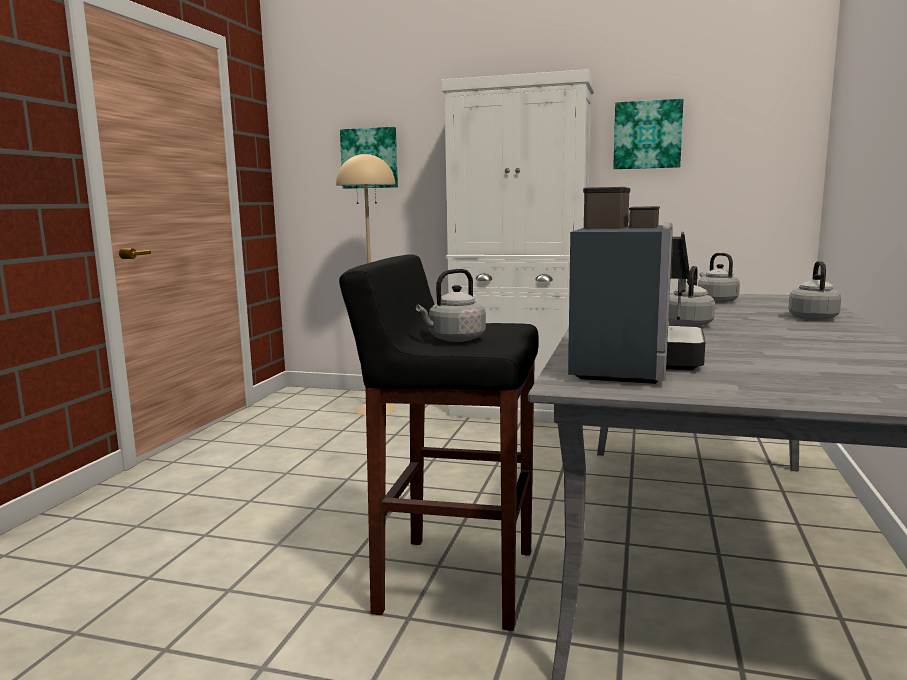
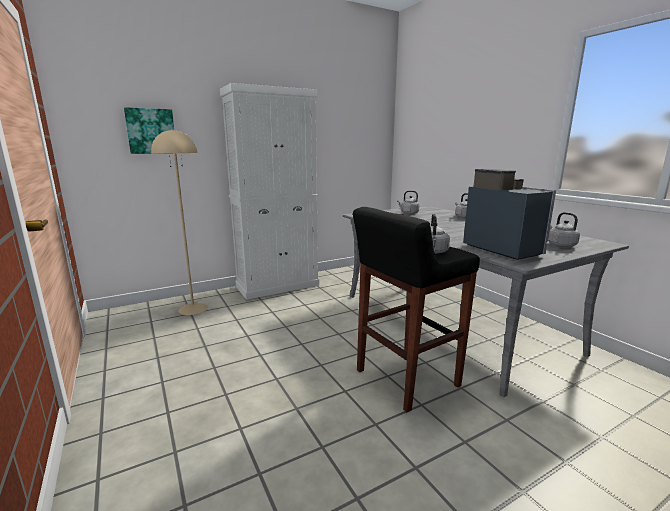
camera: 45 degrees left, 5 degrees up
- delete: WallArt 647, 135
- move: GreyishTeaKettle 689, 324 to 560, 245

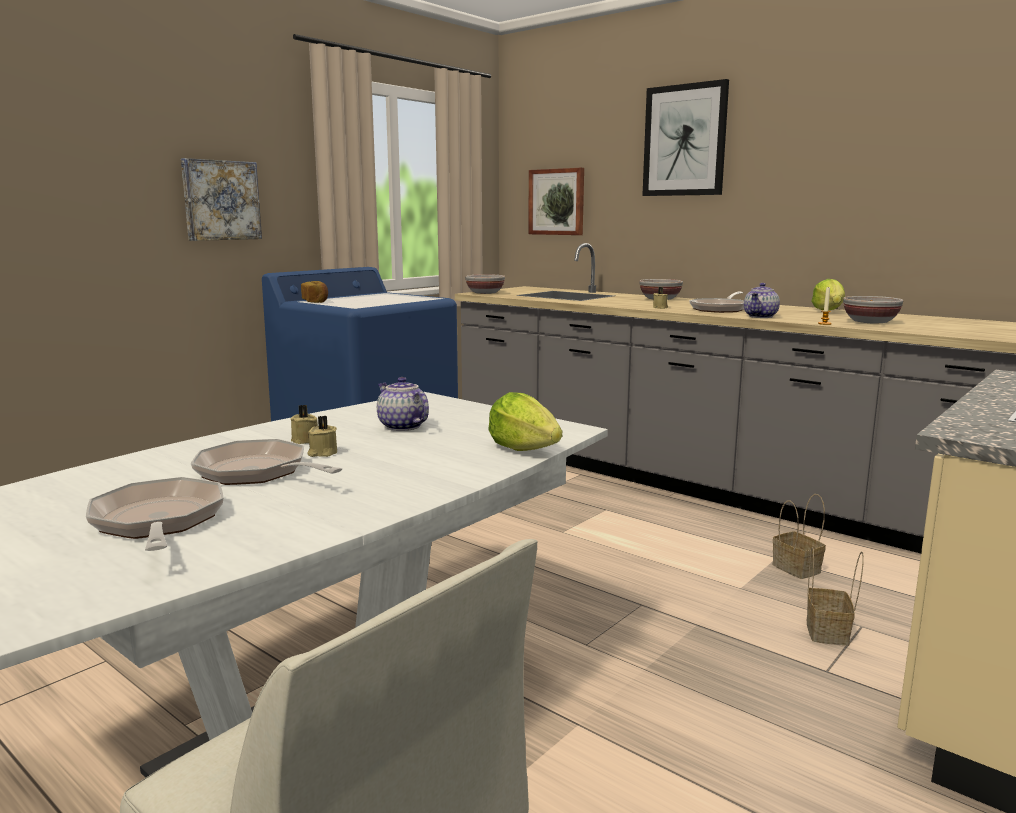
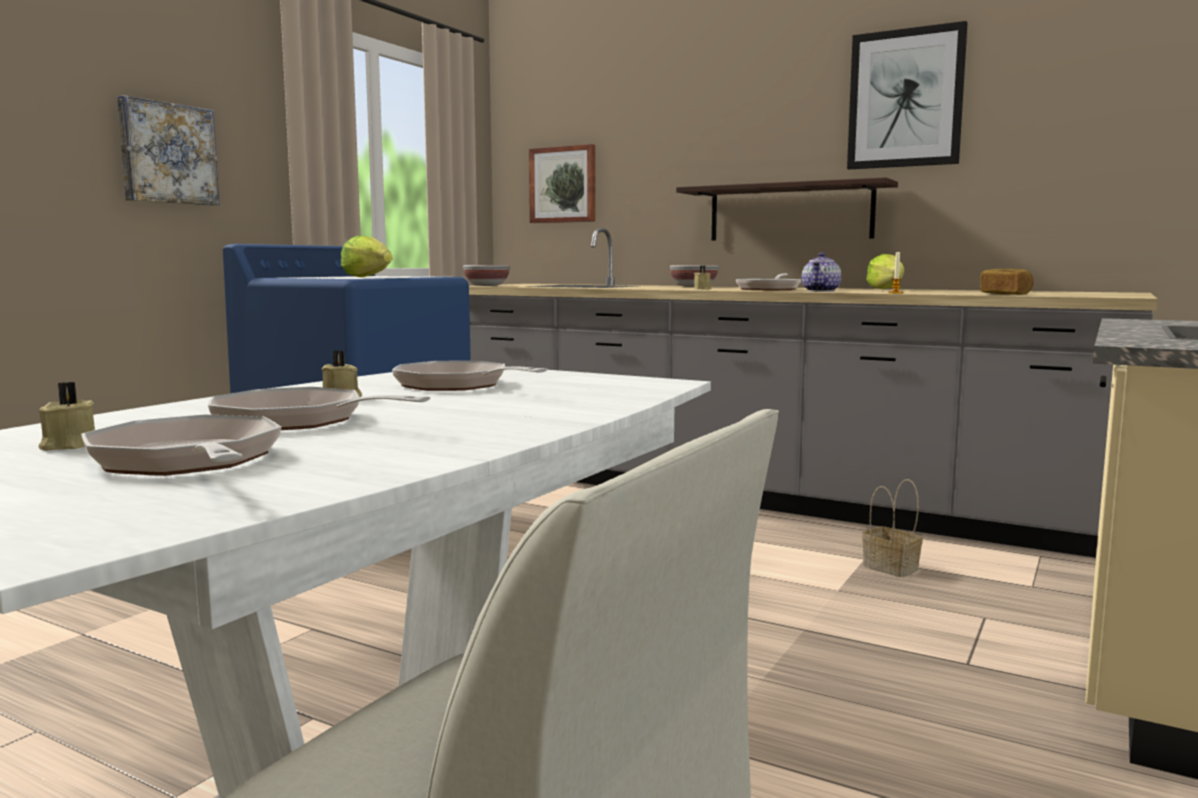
camera: 10 degrees left, 5 degrees down
- move: WallArt 685, 140 to 905, 99
- move: Bread 316, 301 to 1005, 294
- delete: Bowl 870, 322
- replace: TeaPot 401, 426 to Pan 458, 385
- move: Lettuce 524, 449 to 368, 277
- move: BeigeColouredWaxLight 322, 453 to 68, 446
- delete: HouseholdBasket 828, 633
- insert: WallShelf 790, 213

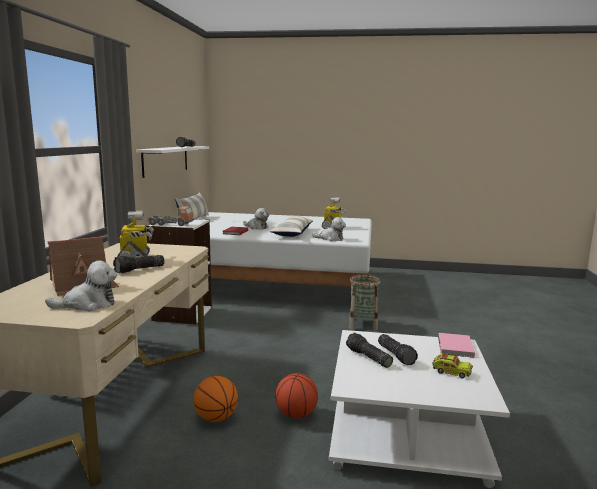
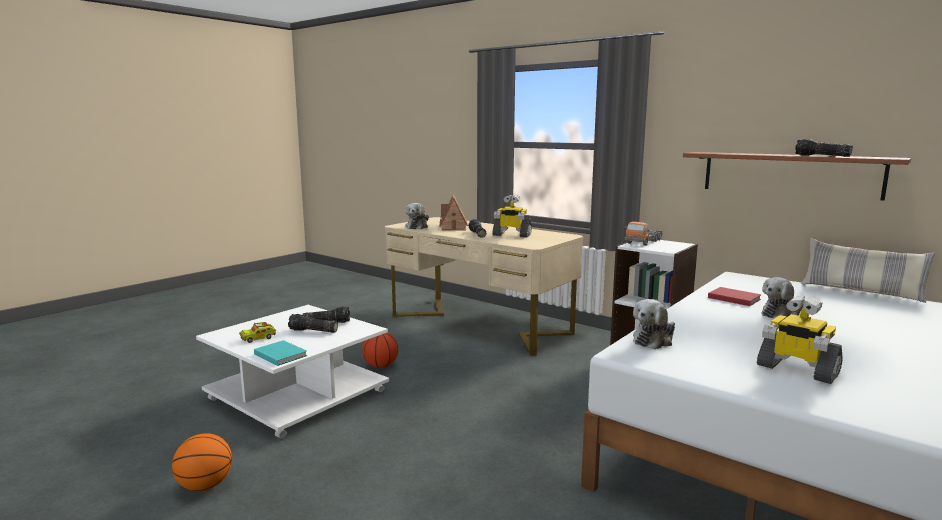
camera: 120 degrees right, 0 degrees up
- recolor: WhiteWallShelf 166, 160 to BrownishWallShelf 789, 174
- delete: ThrowPillow 292, 233
- delete: HouseholdBasket 363, 324
- recolor: PinkishVolume 454, 347 to BlueGreenVolume 280, 354
- move: BasketballBall 216, 418 to 205, 486

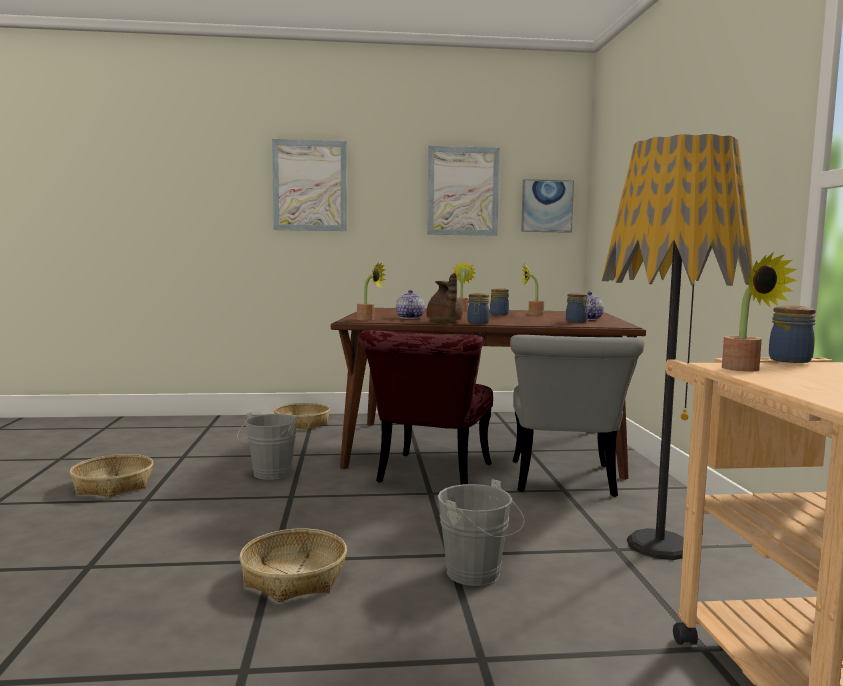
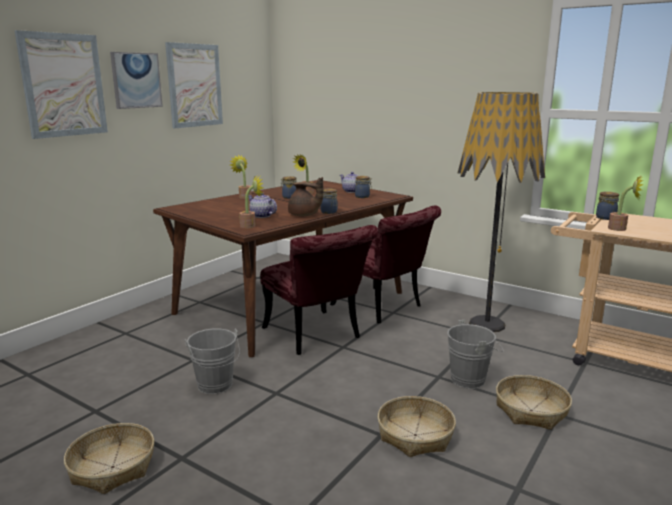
camera: 50 degrees left, 10 degrees up
- move: WallArt 546, 206 to 136, 80
- recolor: GreyishUprightChair 564, 483 to RedUprightChair 383, 308
- move: HouseholdBasket 302, 423 to 531, 410

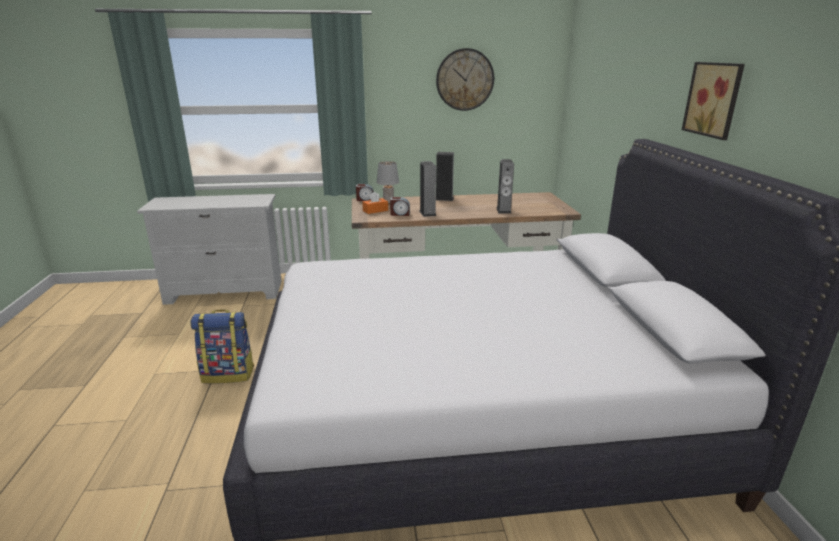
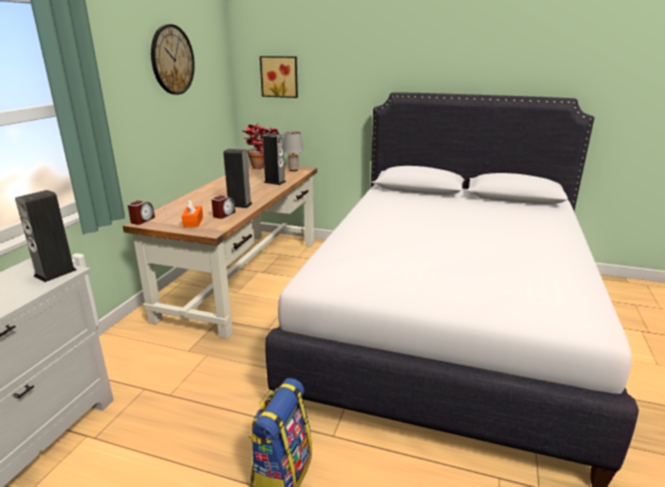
camera: 65 degrees left, 0 degrees up
- move: WallArt 715, 99 to 280, 76
- move: Loudspeaker 444, 198 to 55, 273
- move: GreyishLampForATable 388, 203 to 293, 170
- insert: PlantInAPot 262, 168

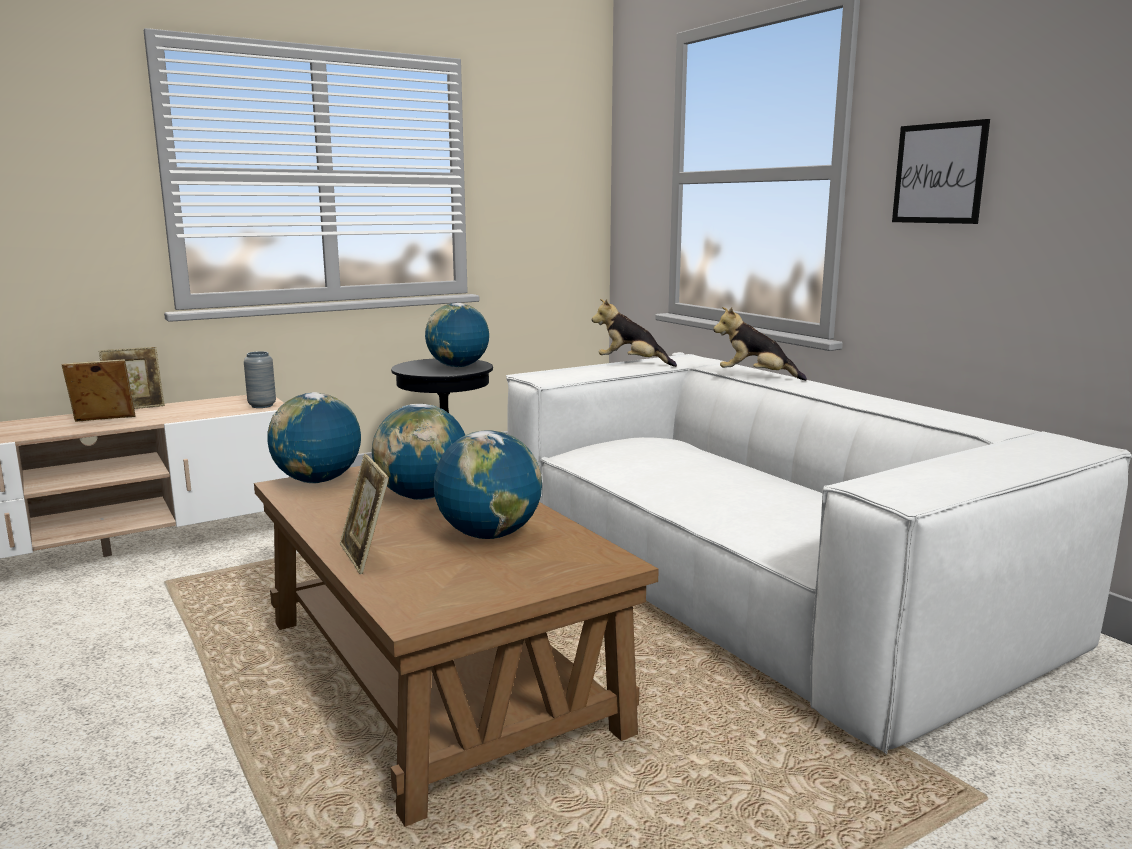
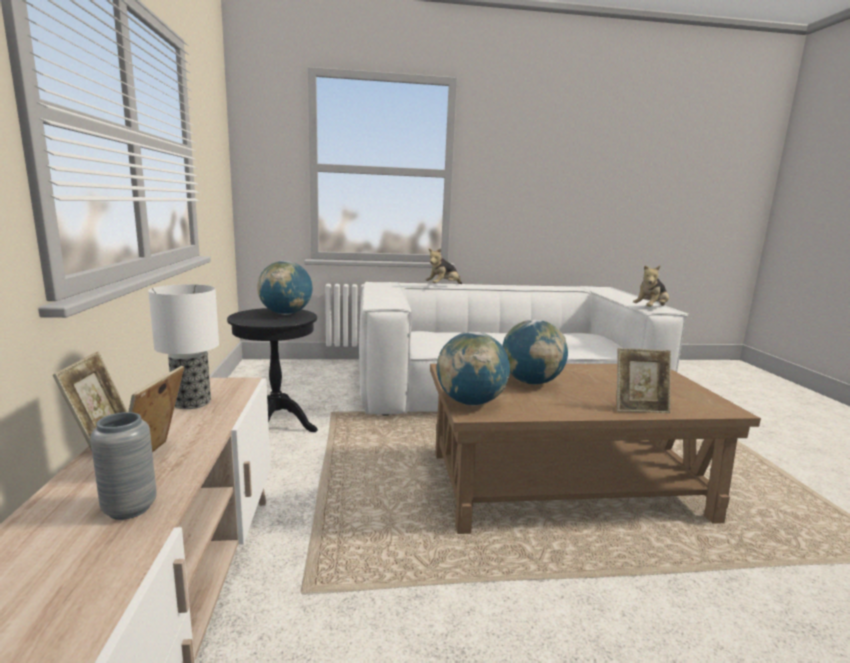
camera: 65 degrees left, 0 degrees up
- delete: WallArt 939, 173
- move: PlushToy 631, 364 to 650, 309
- move: GreyishFlowerVase 262, 406 to 130, 508
- delete: DeskGlobe 489, 535
- insert: LampForATable 193, 402

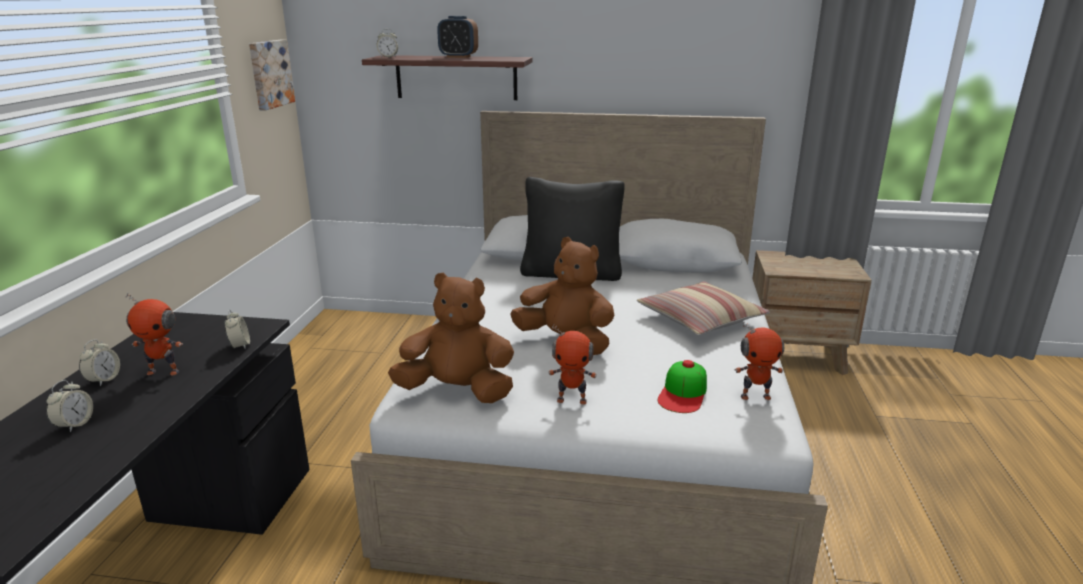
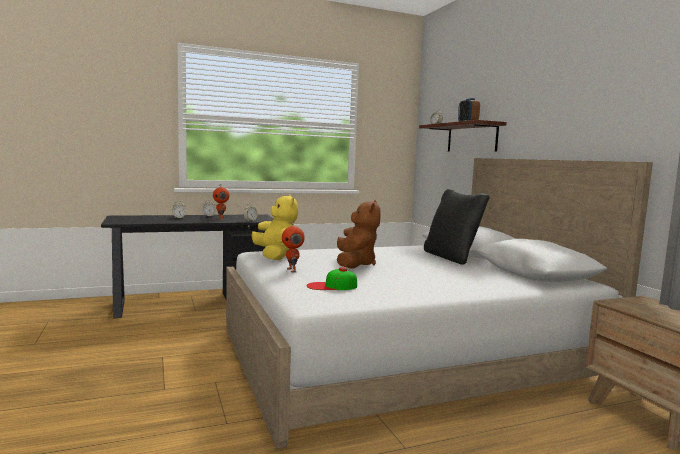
camera: 60 degrees right, 15 degrees down
- delete: WallArt 269, 74
- recolor: BrownishPlushToy 457, 391 to YellowishPlushToy 275, 256
- delete: ThrowPillow 700, 319
- delete: ModelRobot 755, 396

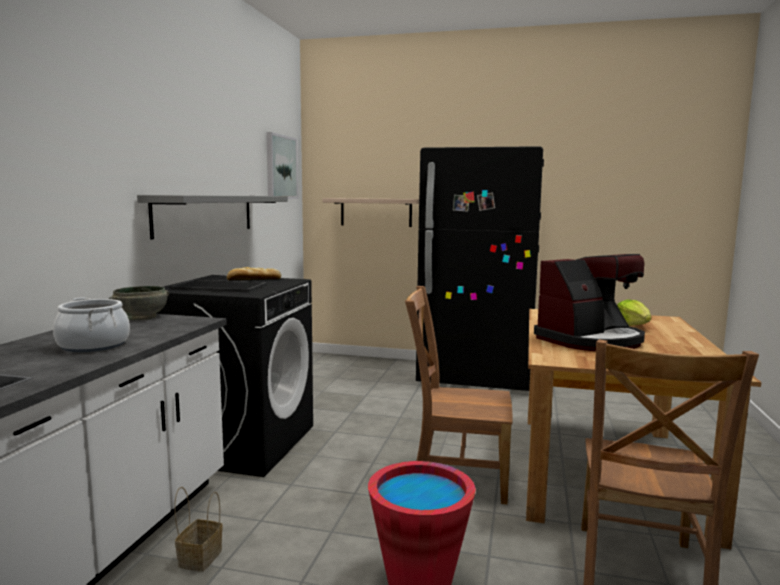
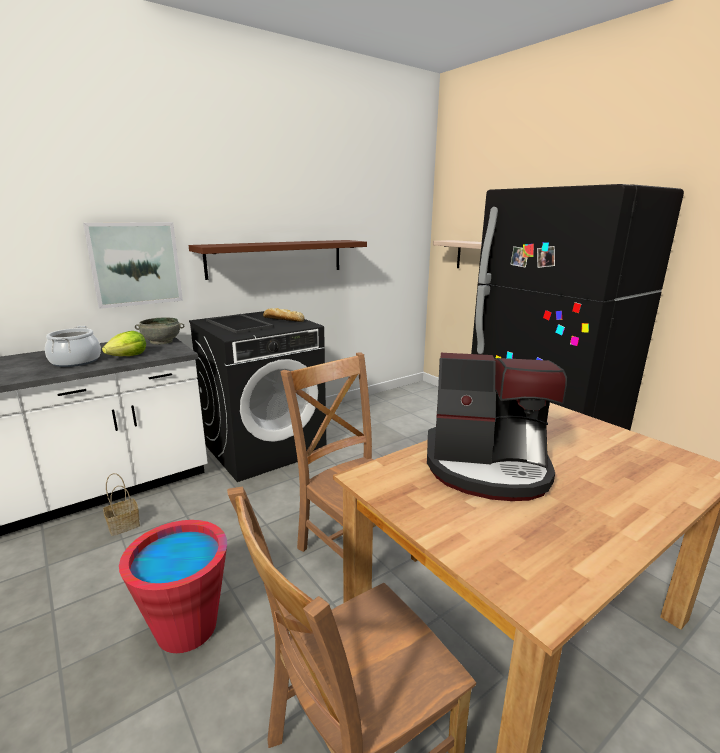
camera: 40 degrees right, 10 degrees up
- move: WallArt 281, 167 to 135, 264
- recolor: GreyishWallShelf 206, 214 to BrownishWallShelf 277, 258
- move: Lettuce 632, 325 to 128, 356

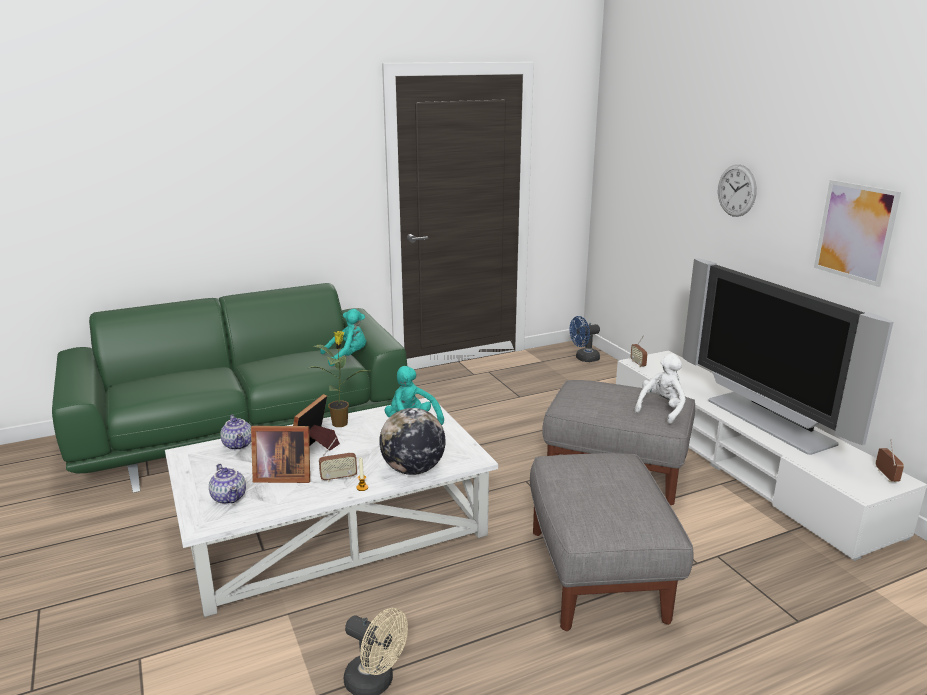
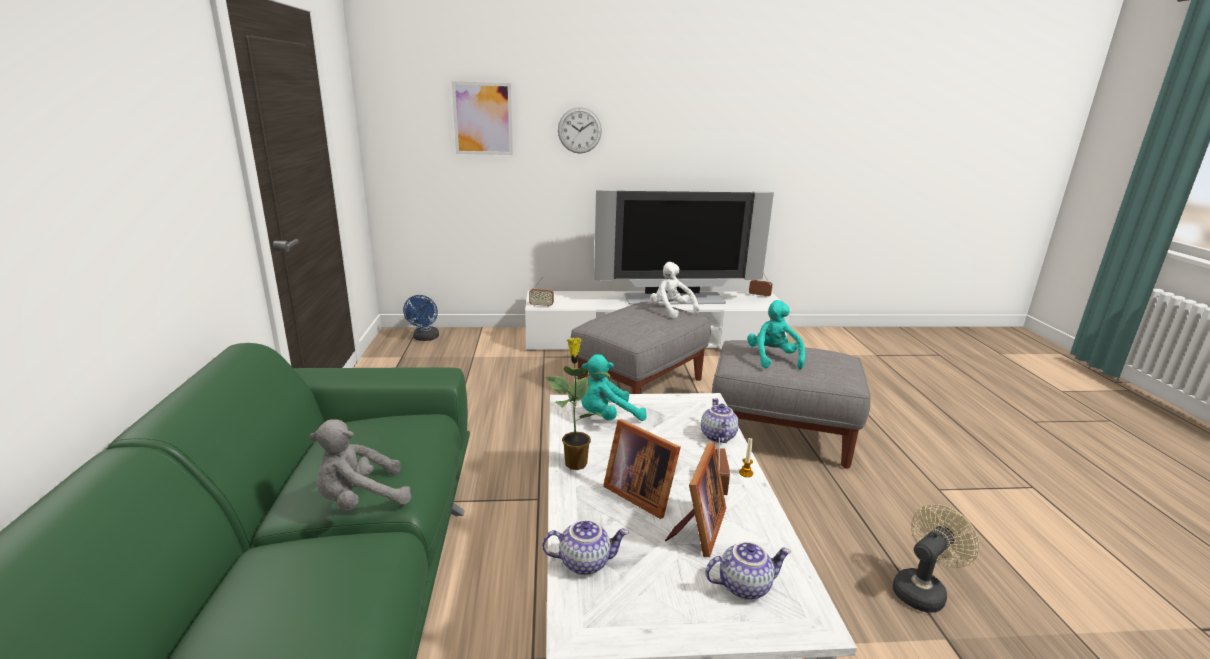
camera: 70 degrees left, 0 degrees up
- move: WallArt 855, 232 to 483, 119
- move: BlueGreenPlushToy 347, 357 to 773, 358
- replace: DeskGlobe 413, 470 to TeaPot 717, 436
- insert: GreyishPlushToy 360, 500

